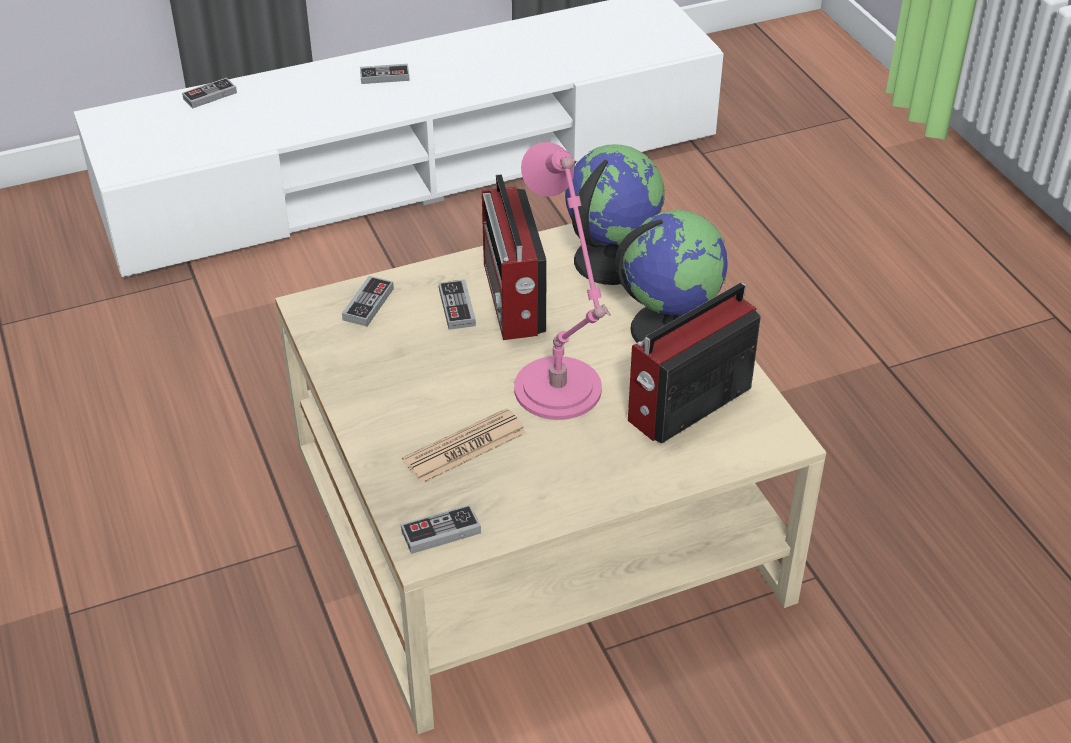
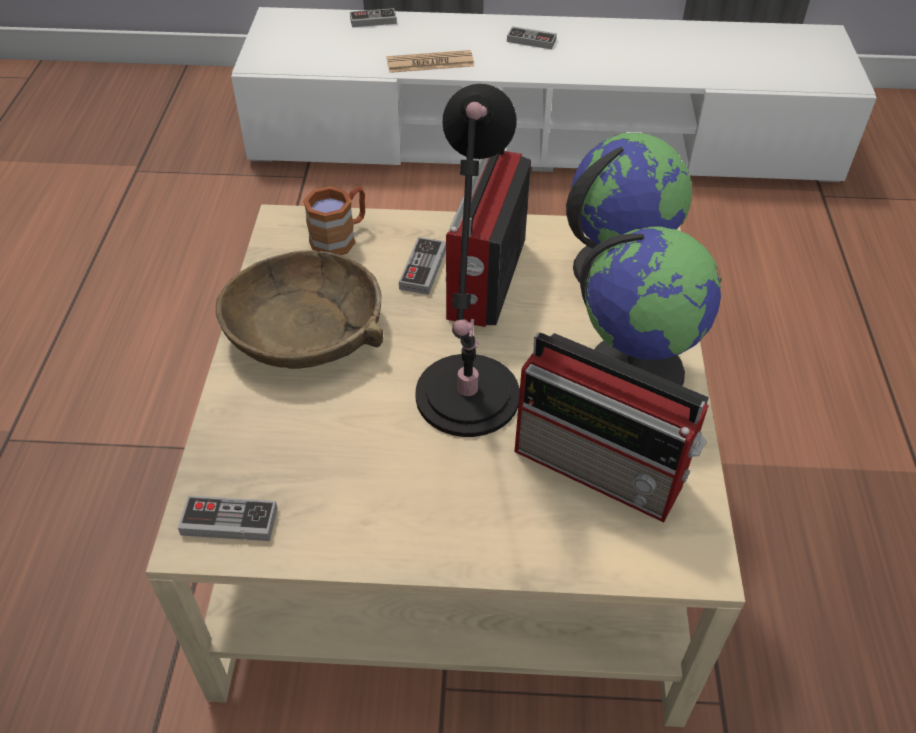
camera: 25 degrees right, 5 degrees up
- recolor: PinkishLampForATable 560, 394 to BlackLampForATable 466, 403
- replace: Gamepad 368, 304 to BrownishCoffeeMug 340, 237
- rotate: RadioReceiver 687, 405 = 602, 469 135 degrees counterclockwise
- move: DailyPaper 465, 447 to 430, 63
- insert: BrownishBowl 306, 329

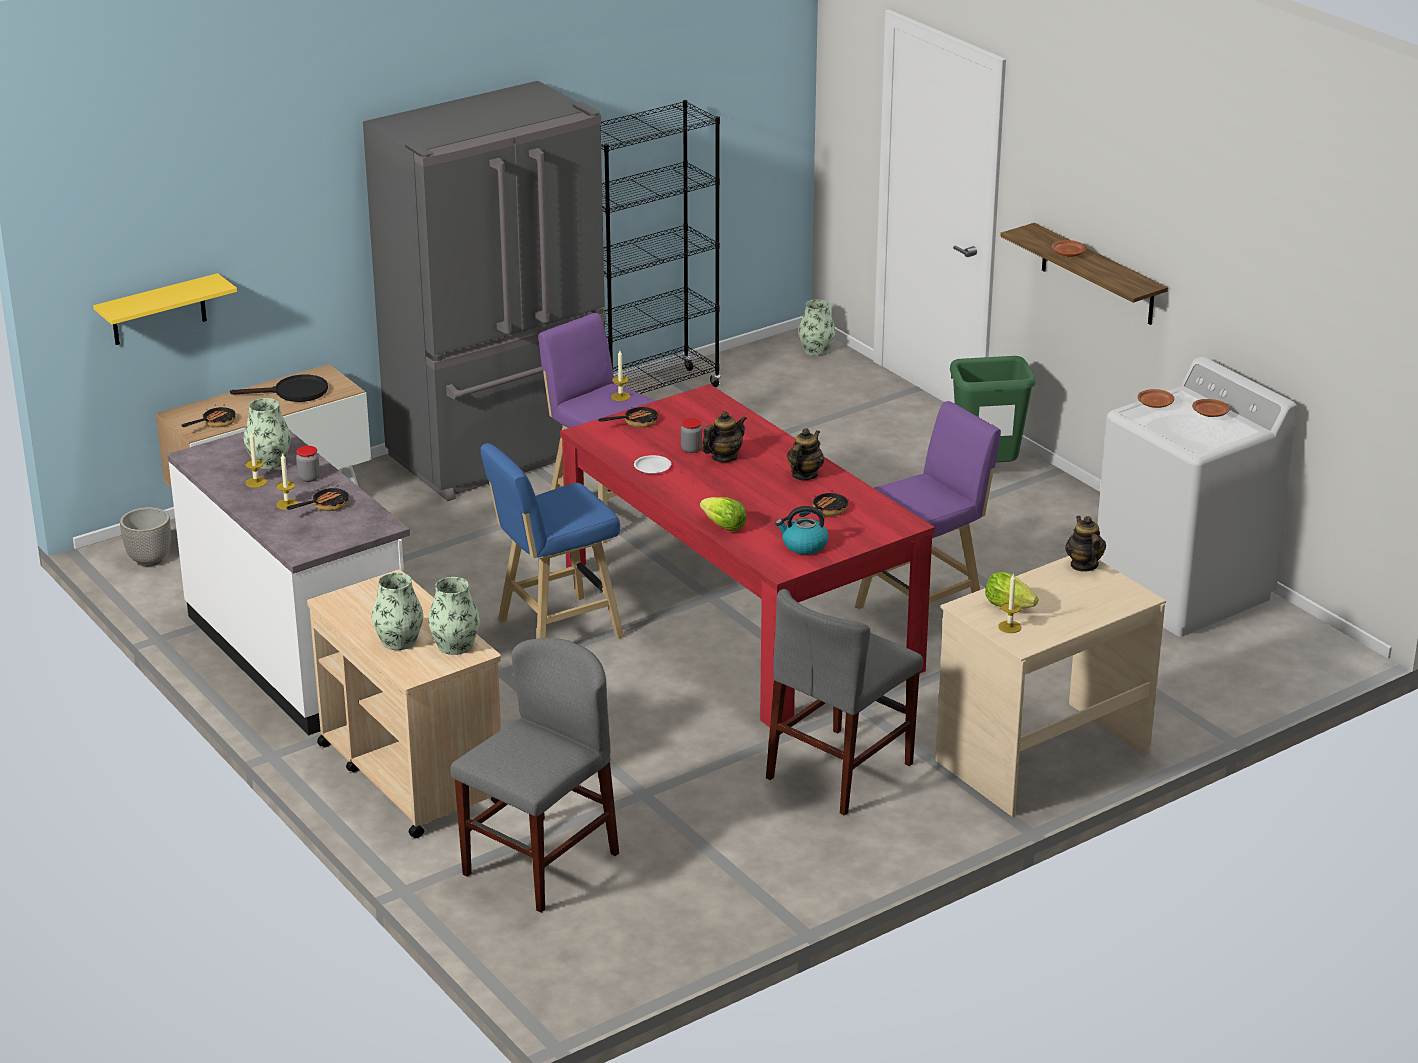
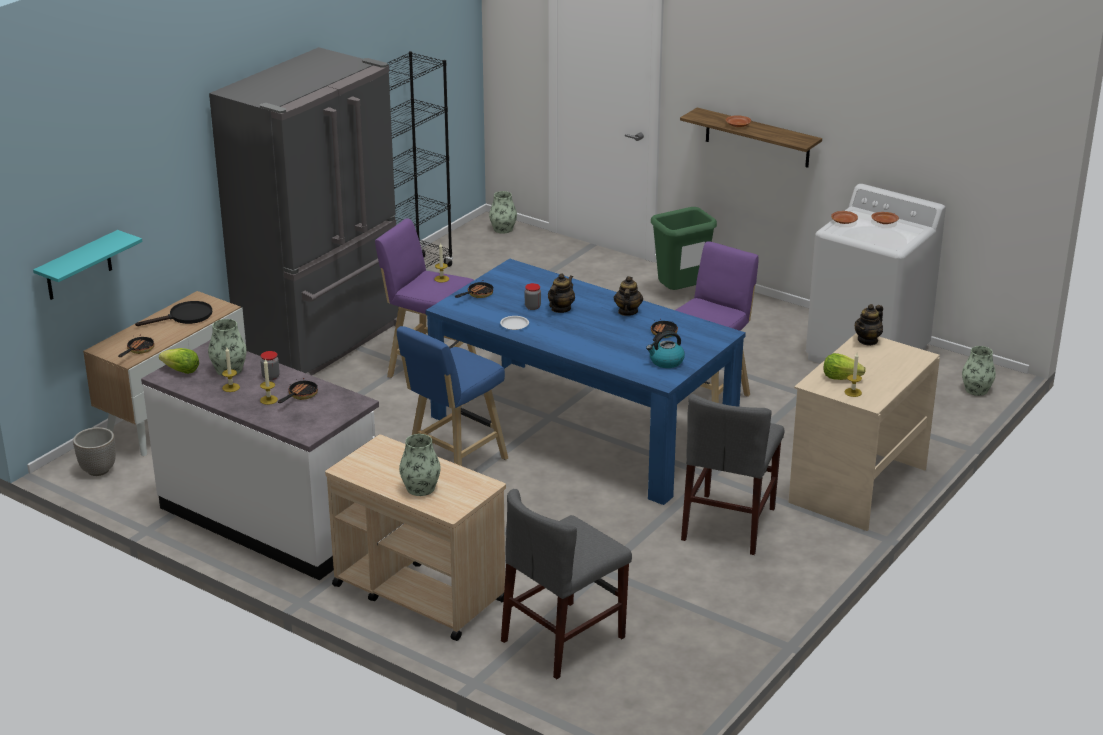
camera: 20 degrees left, 0 degrees up
- recolor: YellowishWallShelf 158, 310 to BlueGreenWallShelf 78, 266
- recolor: RedKitchenTable 740, 618 to BlueColouredKitchenTable 582, 429
- move: Lettuce 724, 526 to 181, 371
- rotate: TeaPot 1084, 565 = 868, 340 105 degrees counterclockwise
- move: FlowerVase 455, 645 to 976, 390
- rotate: GreyishUprightChair 540, 864 = 563, 639 150 degrees counterclockwise

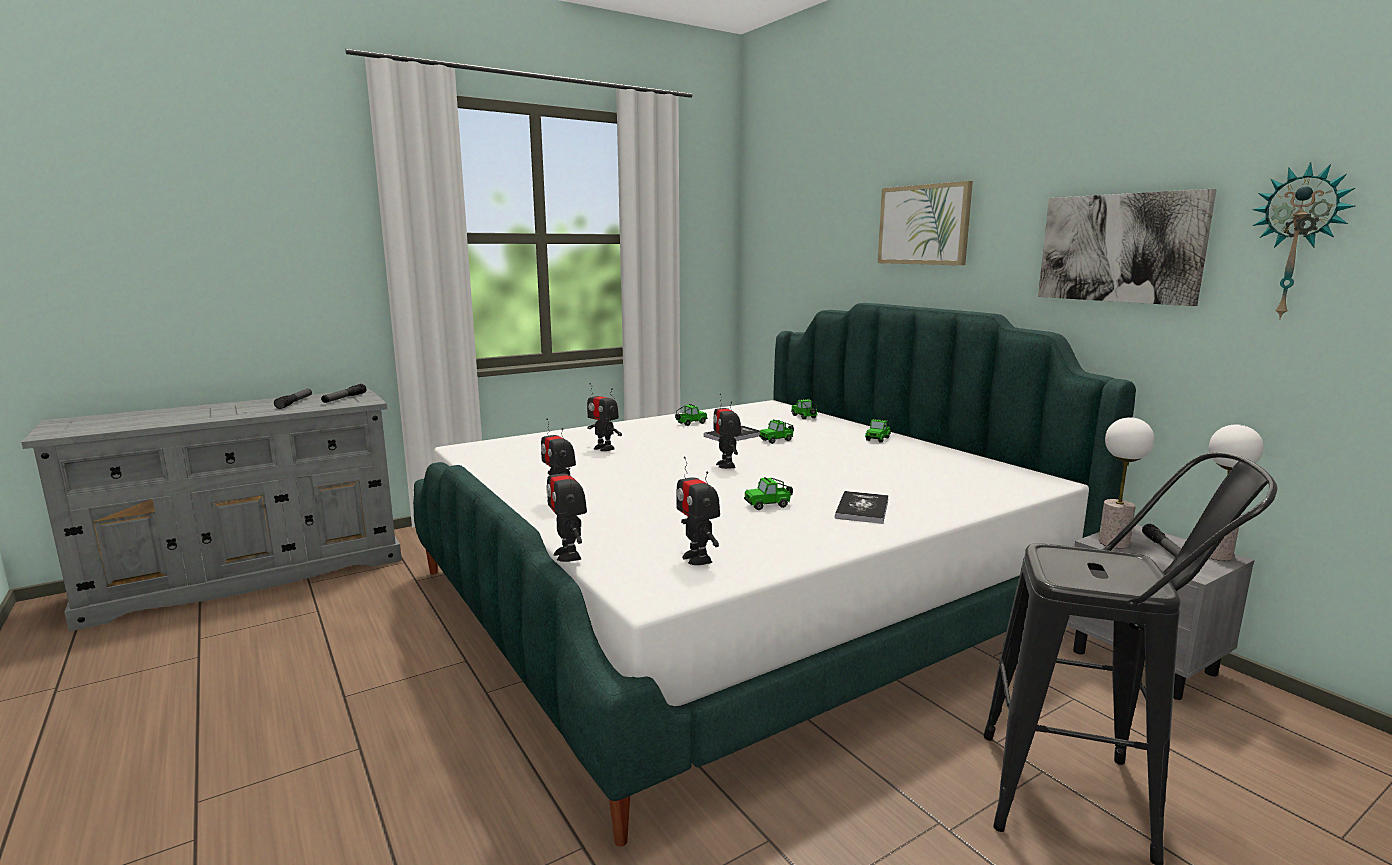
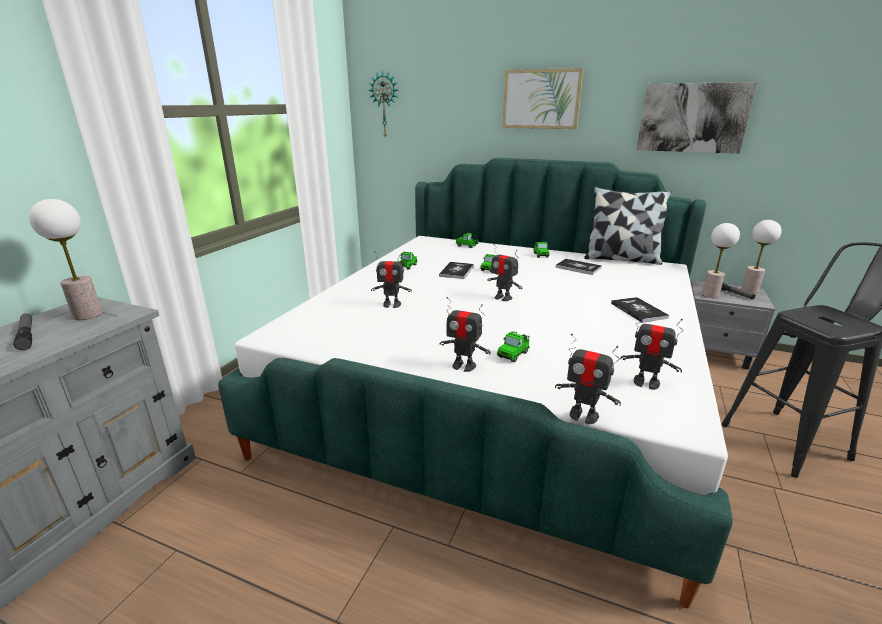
camera: 35 degrees left, 10 degrees up
- move: WallClock 1297, 243 to 385, 105
- replace: Torch 344, 398 to LampForATable 87, 315
- move: ModelCar 769, 505 to 514, 354
- insert: ThrowPillow 621, 259
- insert: Volume 578, 267

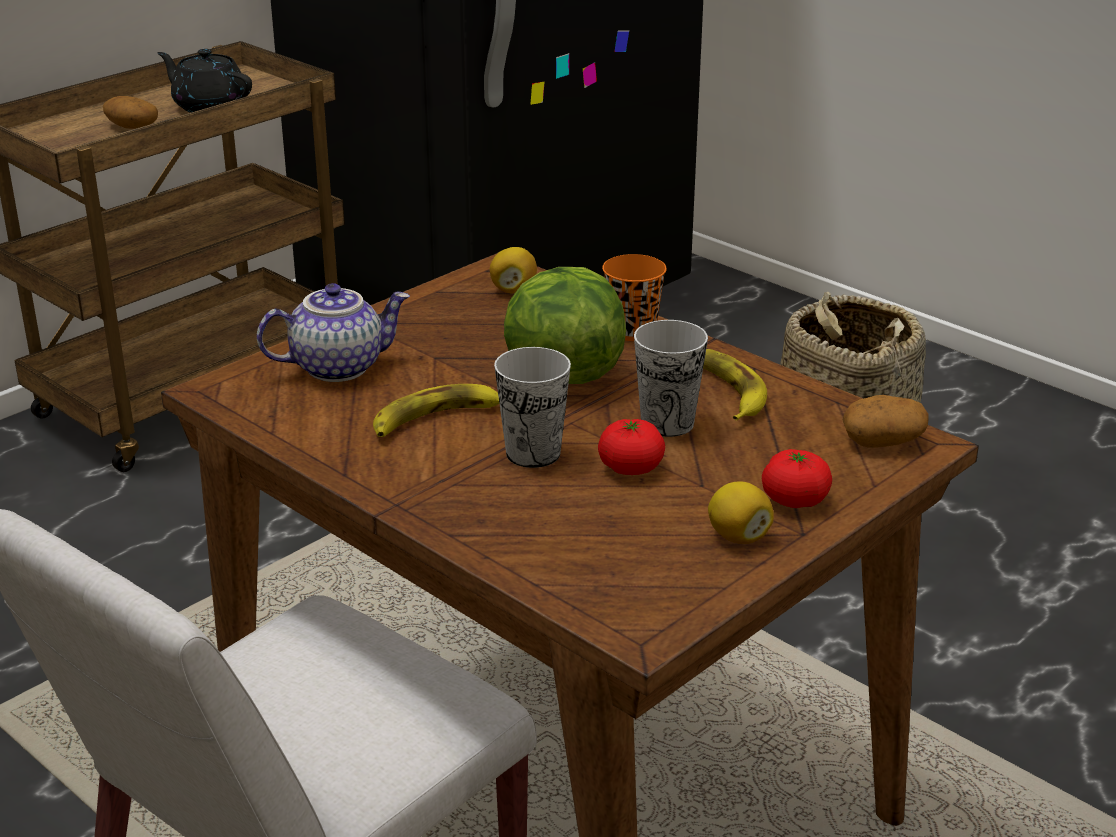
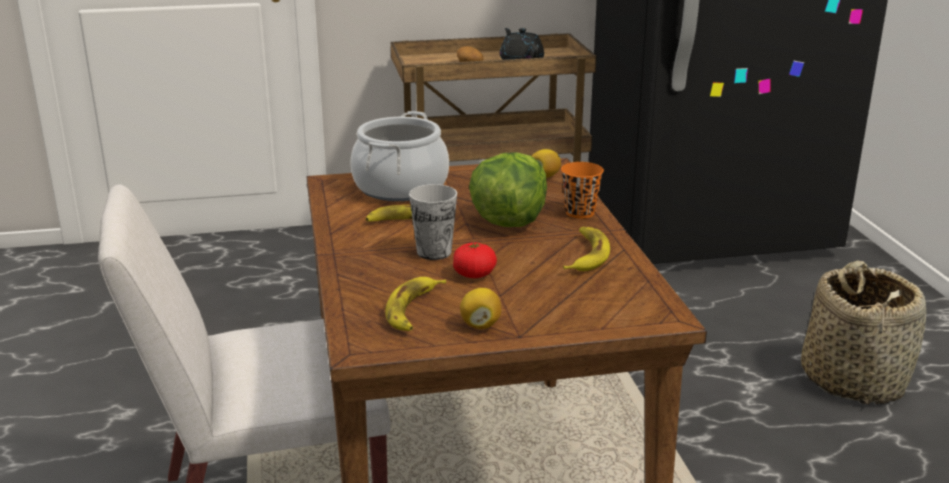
camera: 35 degrees right, 5 degrees down
- replace: TeaPot 338, 366 to Stockpot 400, 187
- delete: SmallCup 667, 423
- delete: WholePotato 883, 440
- delete: FreshTomato 794, 500
- insert: WholeBanana 413, 310

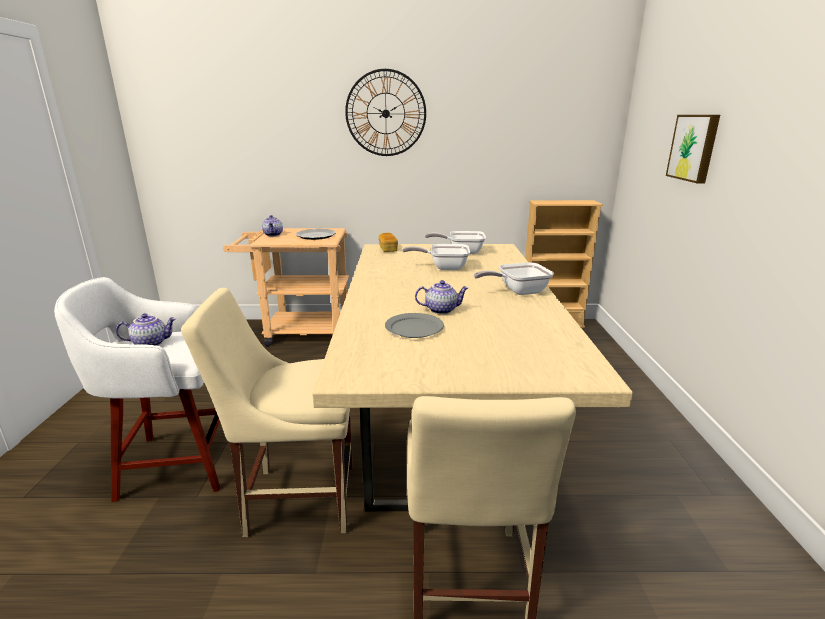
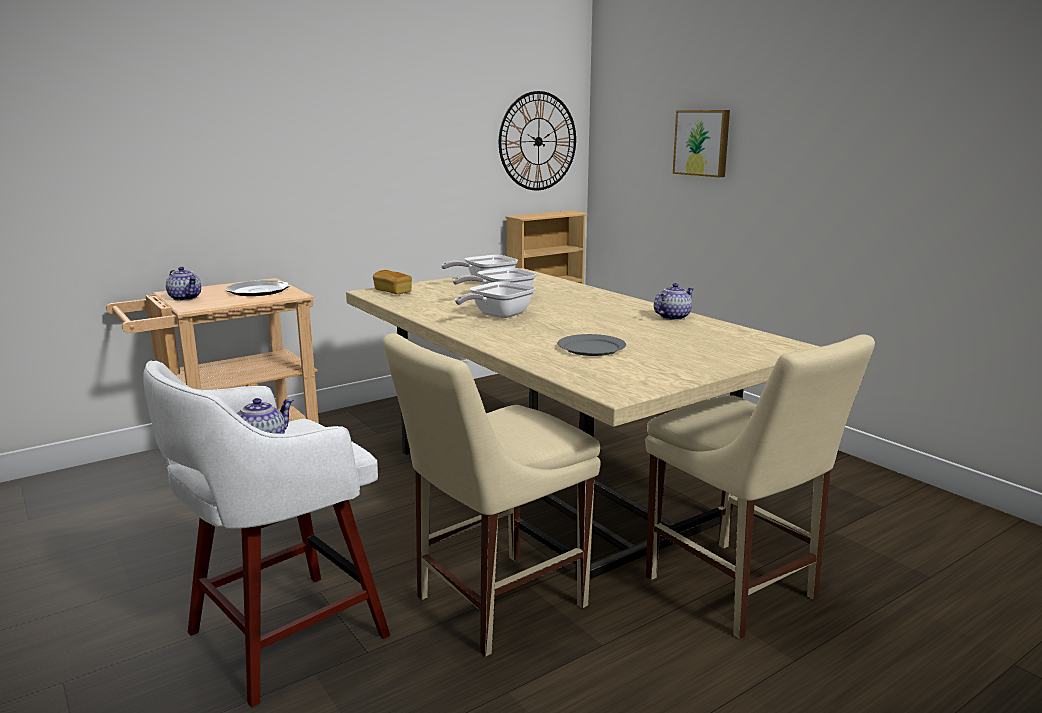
camera: 35 degrees left, 5 degrees down
- move: WallClock 385, 113 to 538, 141
- move: Pan 518, 291 to 497, 316
- move: TeaPot 441, 310 to 672, 317

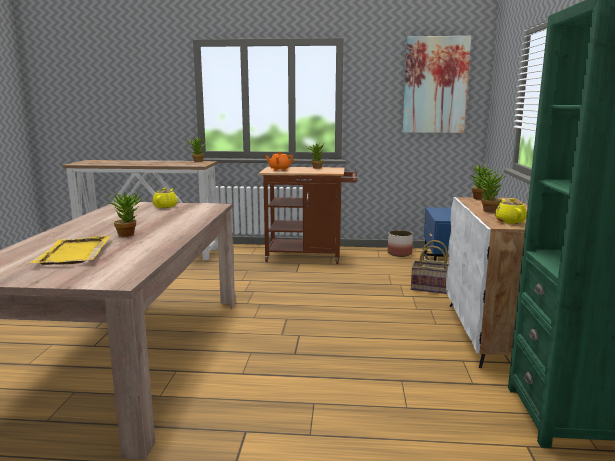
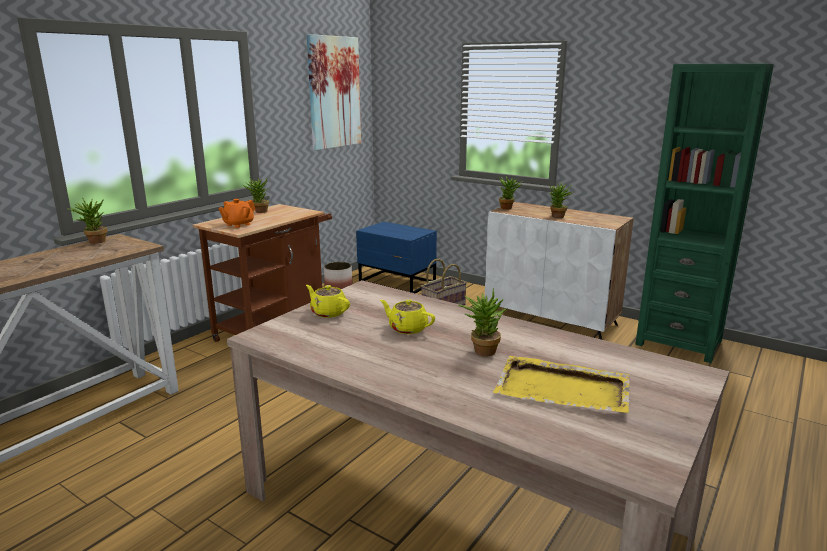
camera: 60 degrees left, 5 degrees up
- move: YellowishTeaPot 509, 221 to 407, 328

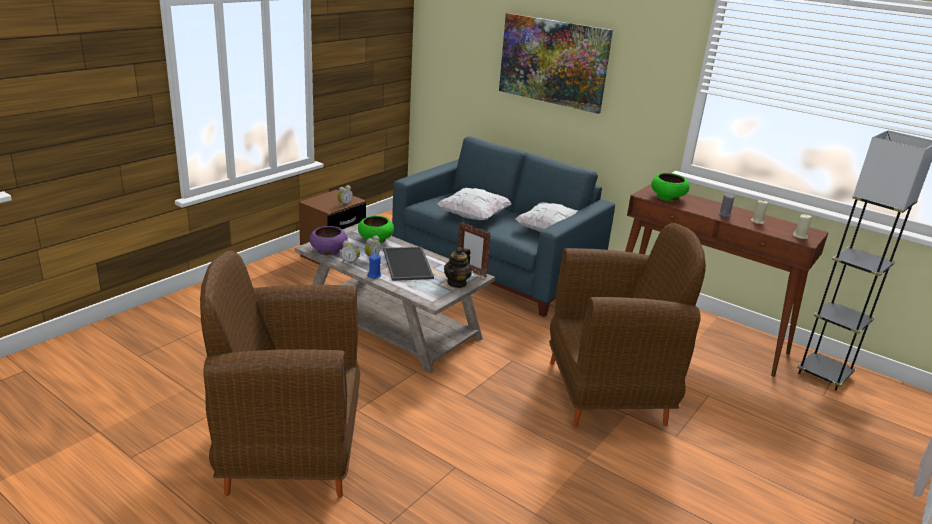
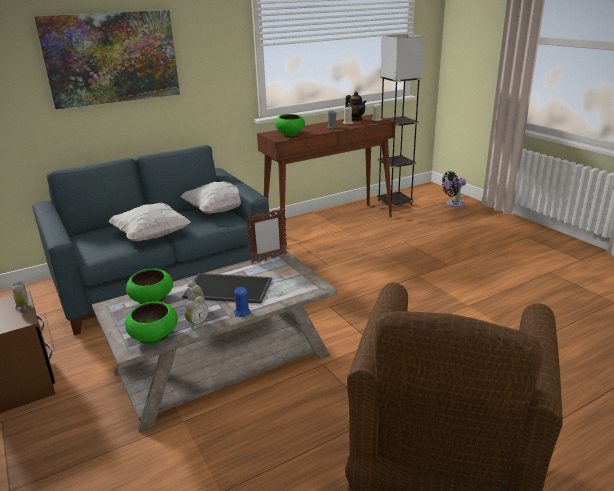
camera: 65 degrees left, 0 degrees up
- delete: BrownishEasyChair 608, 393
- recolor: PurplishBowl 328, 251 to GreenColouredBowl 154, 336
- move: TeaPot 457, 283 to 355, 119
- insert: BlackFan 453, 204

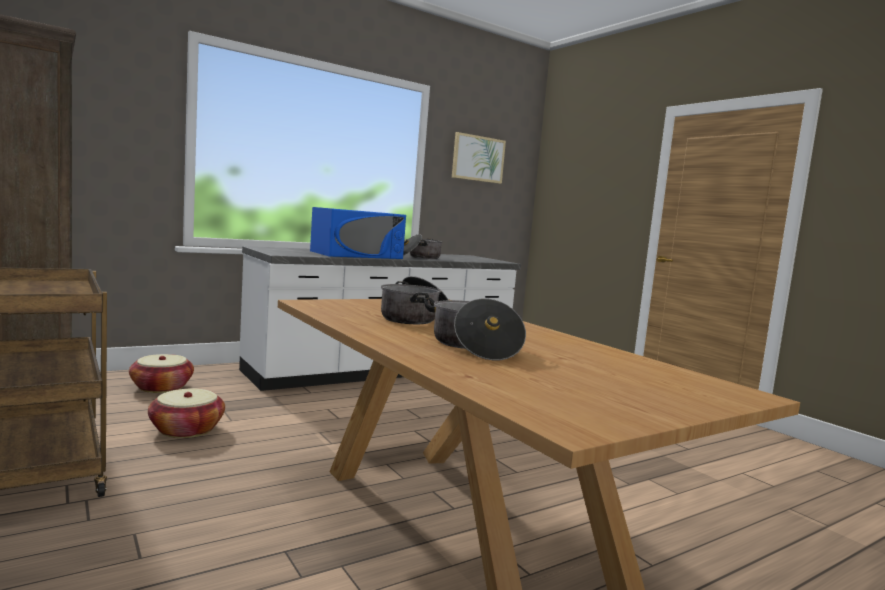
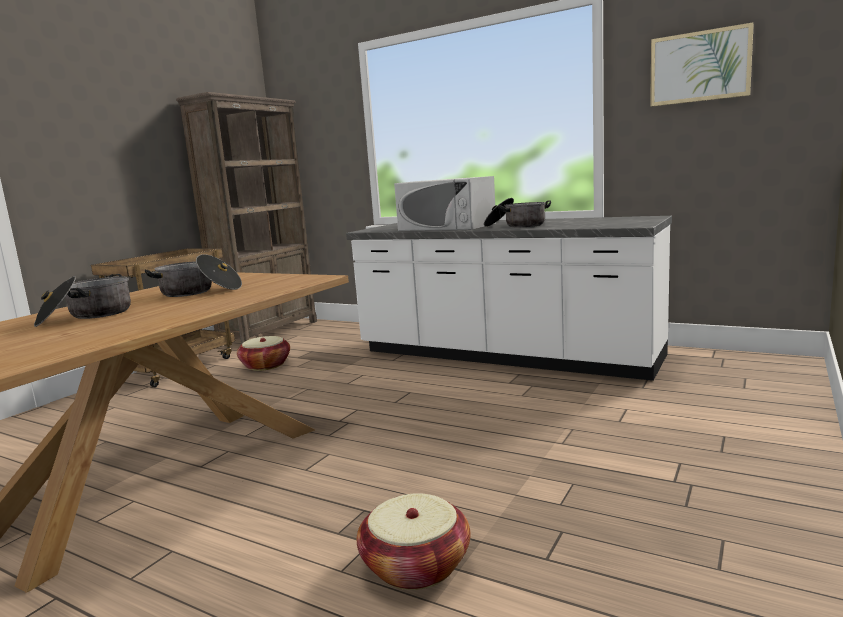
camera: 65 degrees right, 5 degrees up
- recolor: BlueColouredMicrowaveOven 356, 255 to WhiteMicrowaveOven 447, 227
- move: HouseholdBasket 161, 387 to 415, 565

